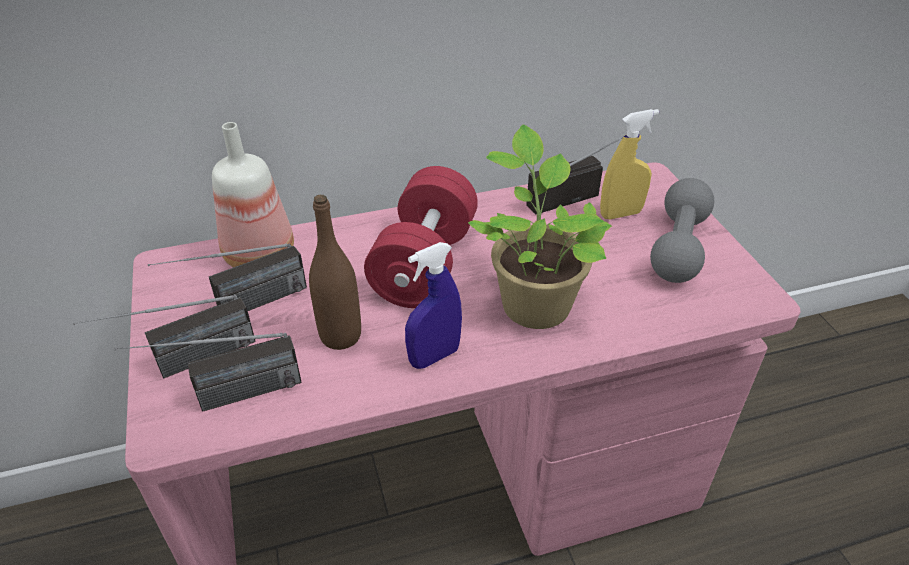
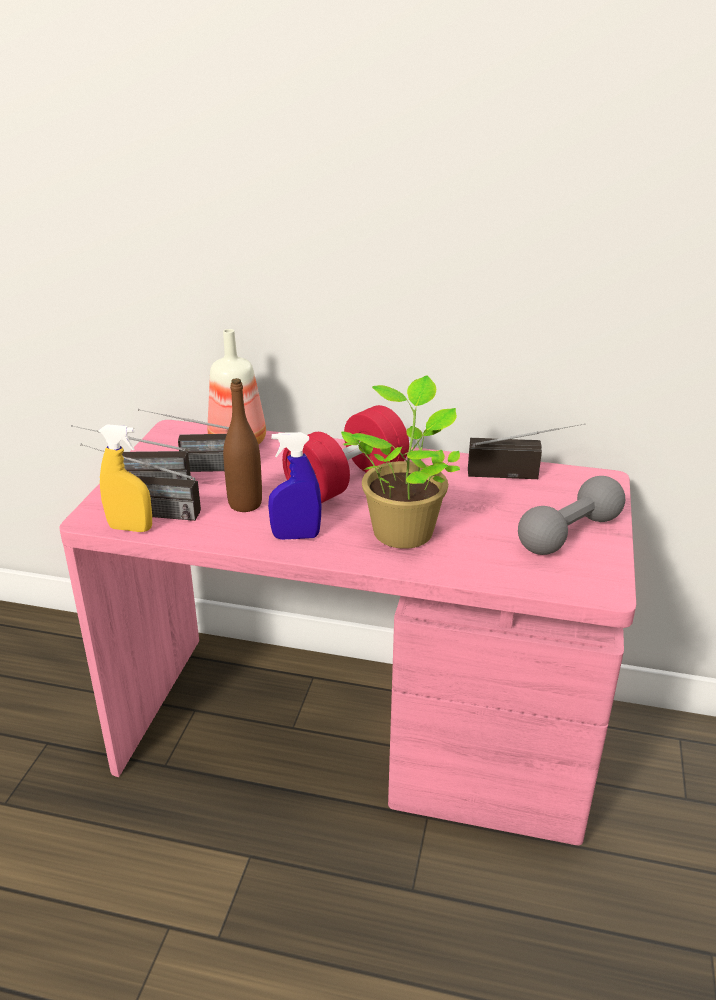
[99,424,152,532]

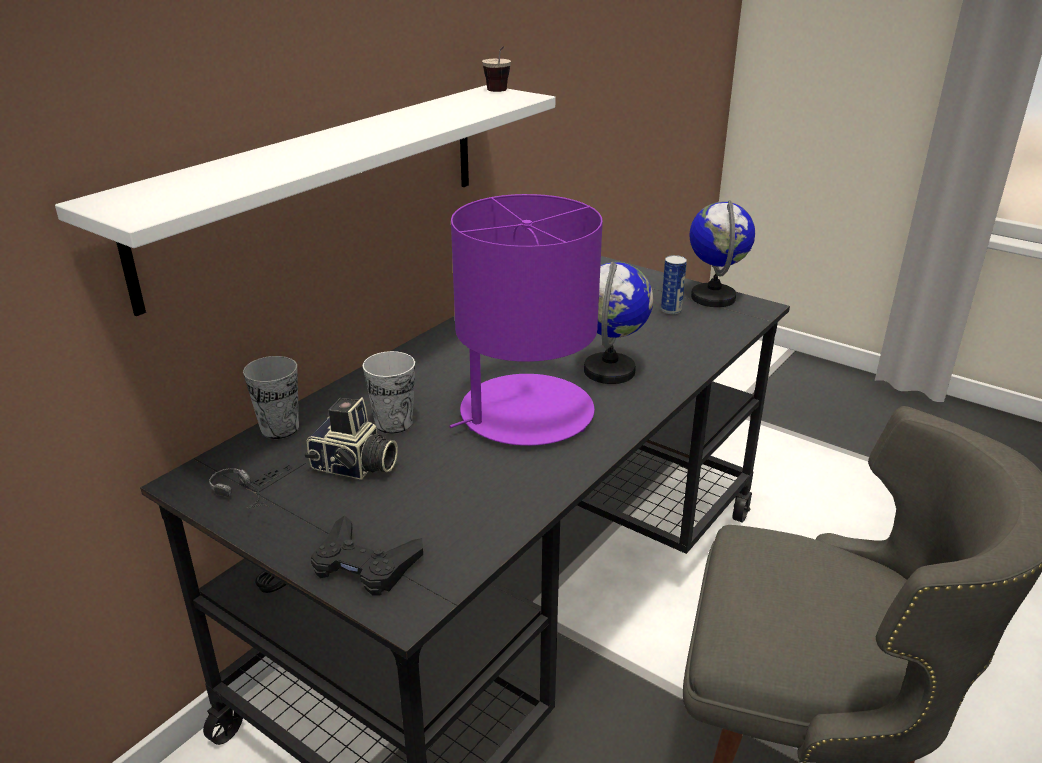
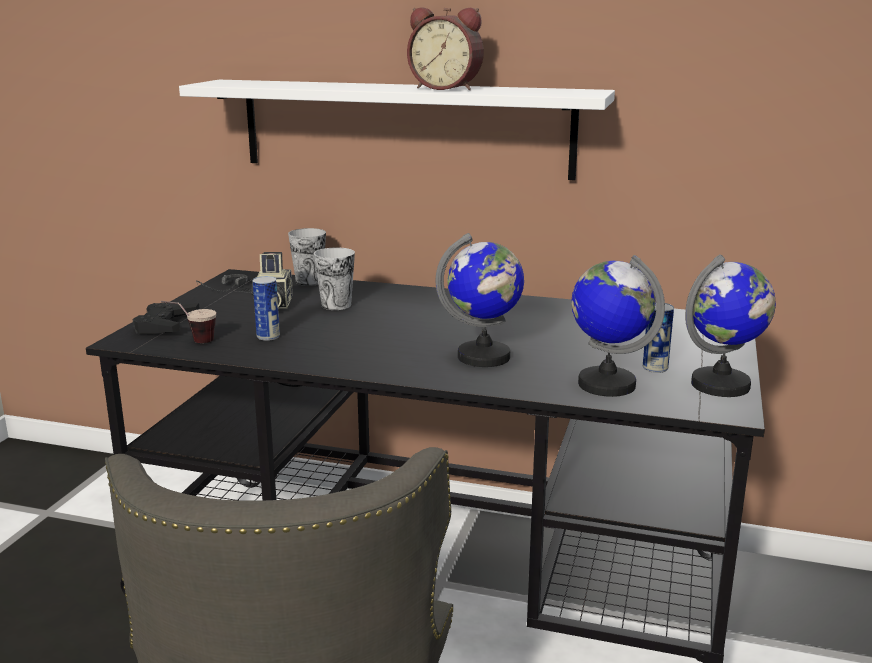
[161,301,216,343]
[253,276,280,341]
[407,7,484,90]
[571,255,665,397]
[450,194,603,446] (first image)

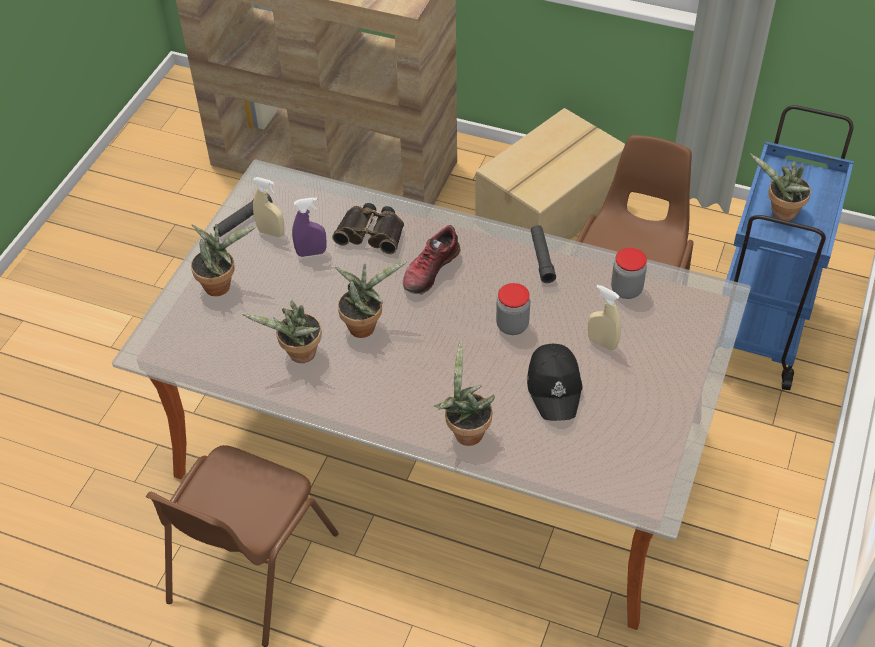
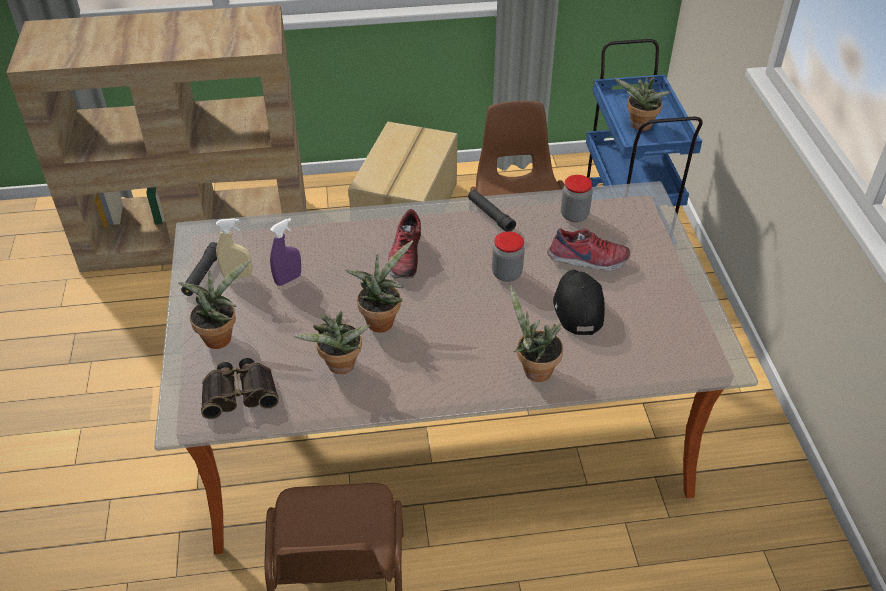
[201,358,279,419]
[547,228,630,271]
[553,269,605,335]

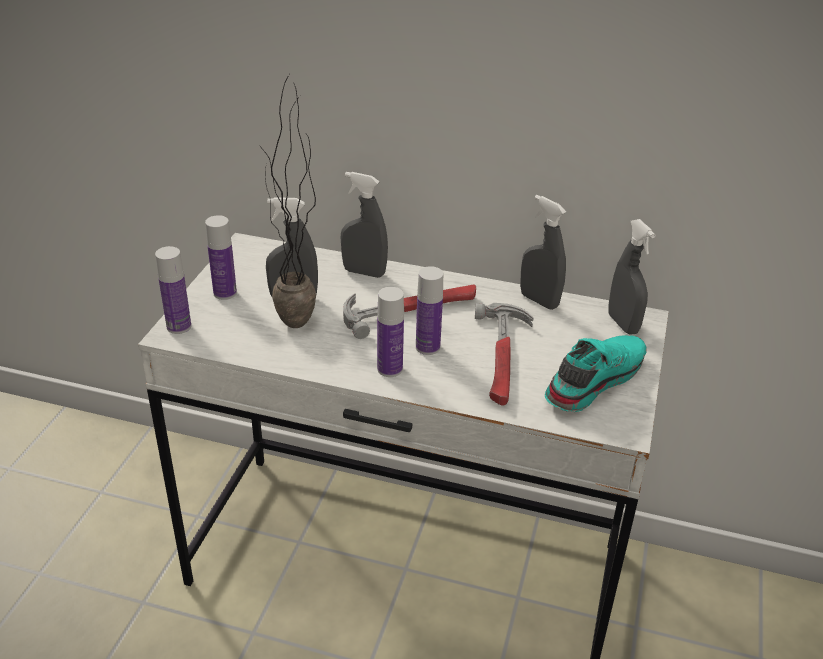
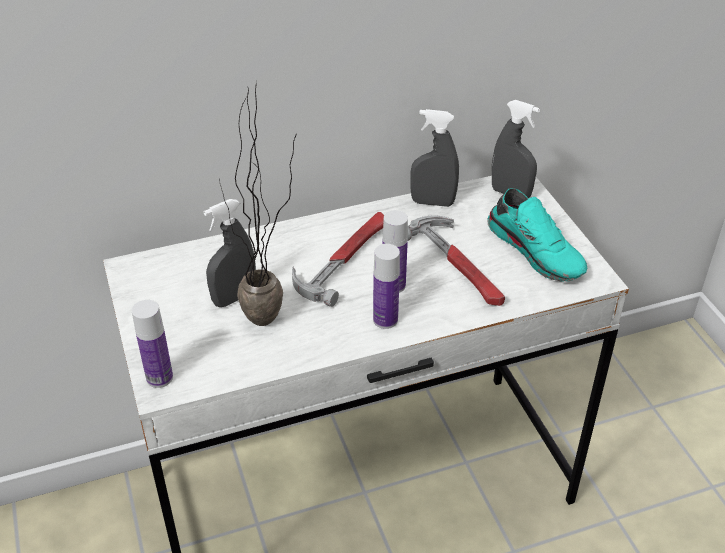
[487,188,587,282]
[205,215,237,300] (first image)
[341,172,388,278] (first image)

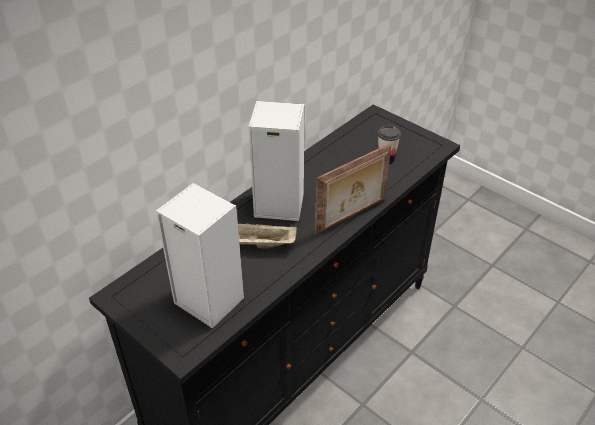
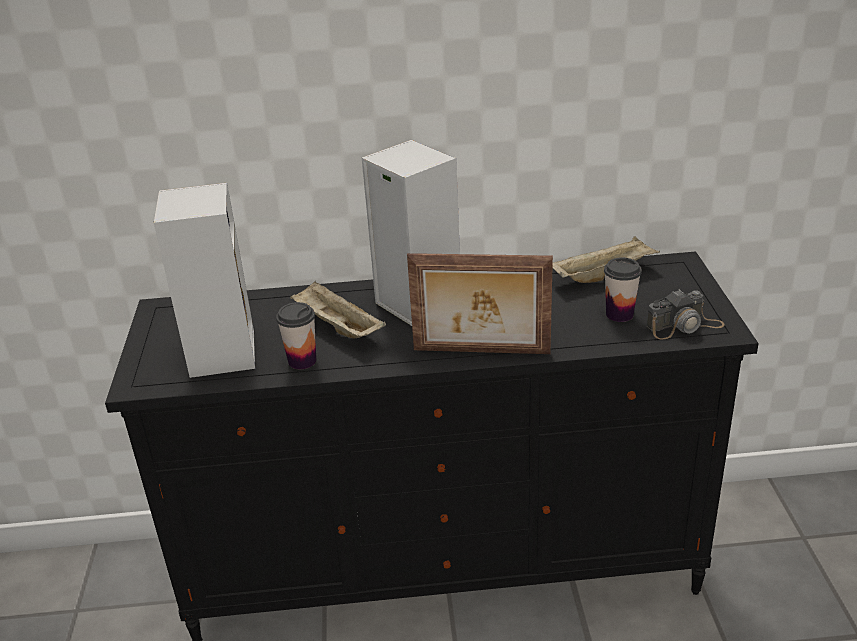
[276,302,316,369]
[552,236,660,283]
[646,289,725,339]

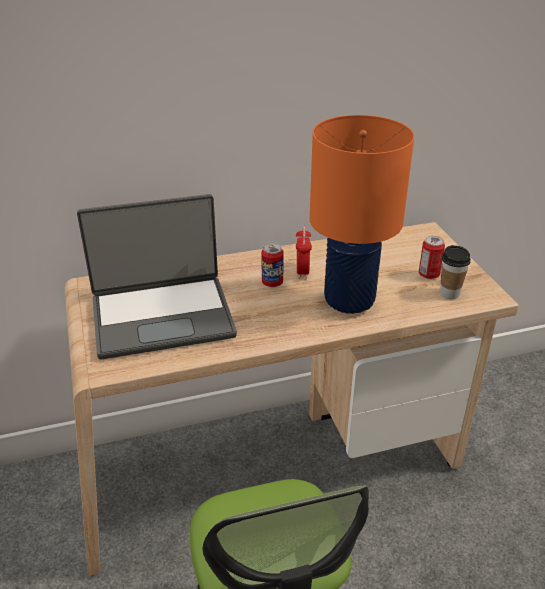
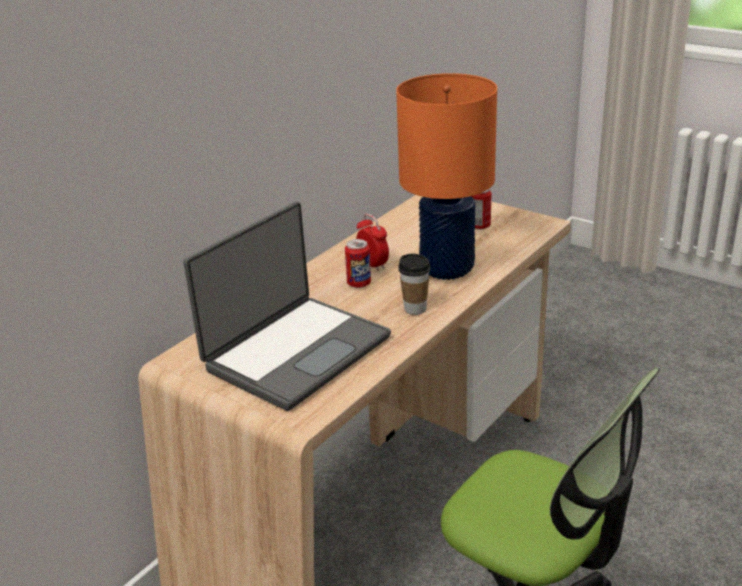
[398,253,431,315]

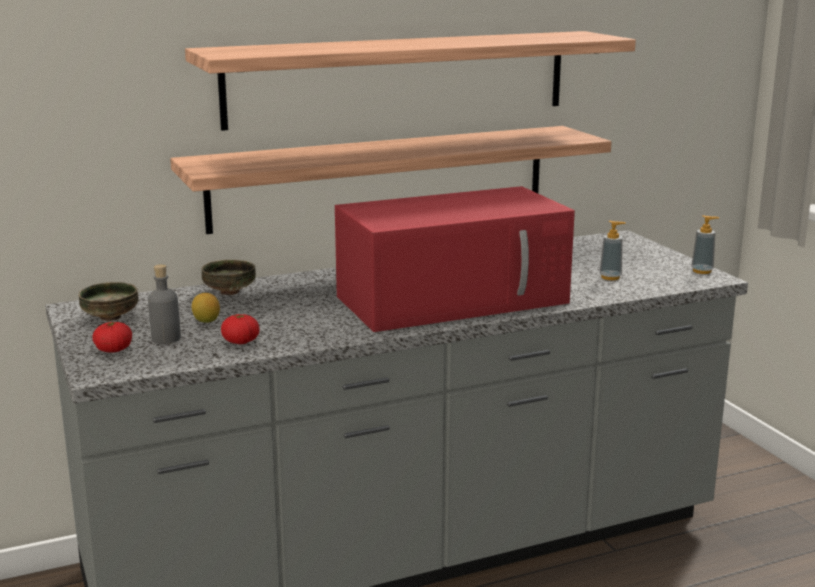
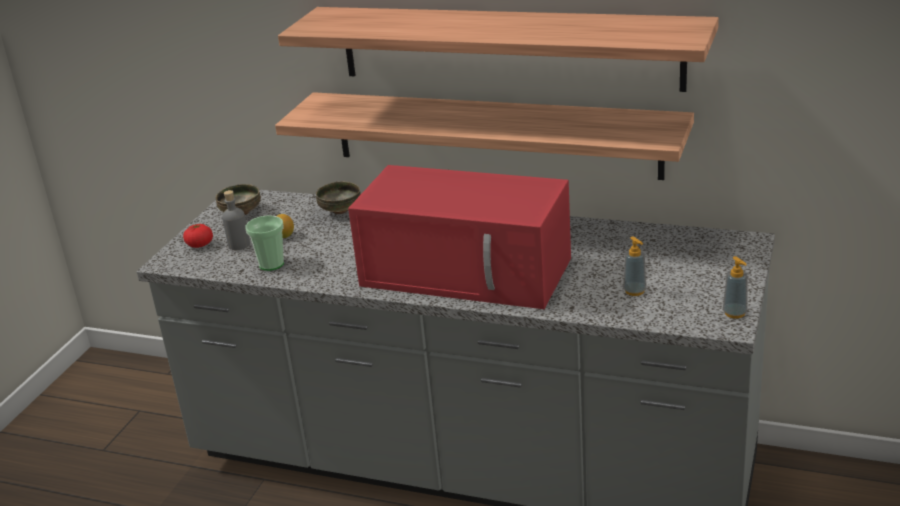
[245,215,284,271]

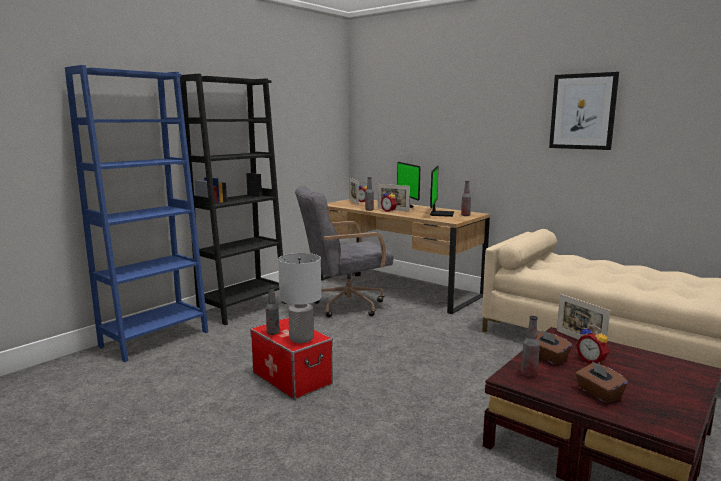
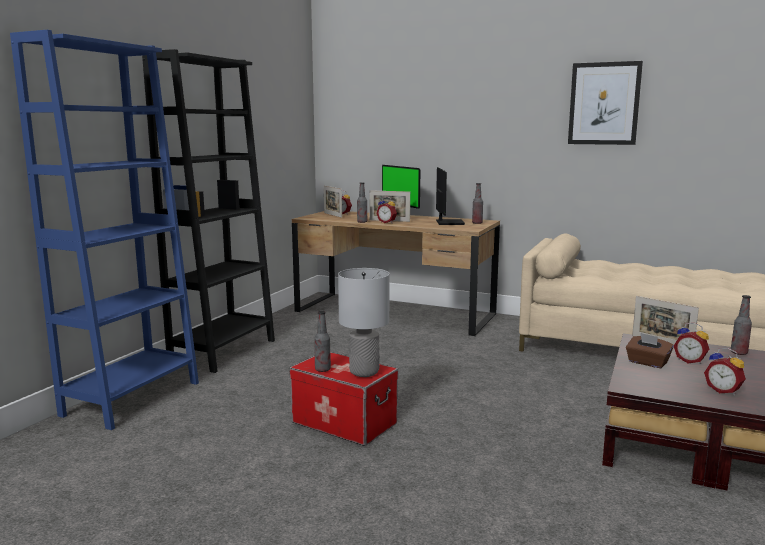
[704,348,746,395]
[731,295,752,355]
[295,186,393,317] (first image)

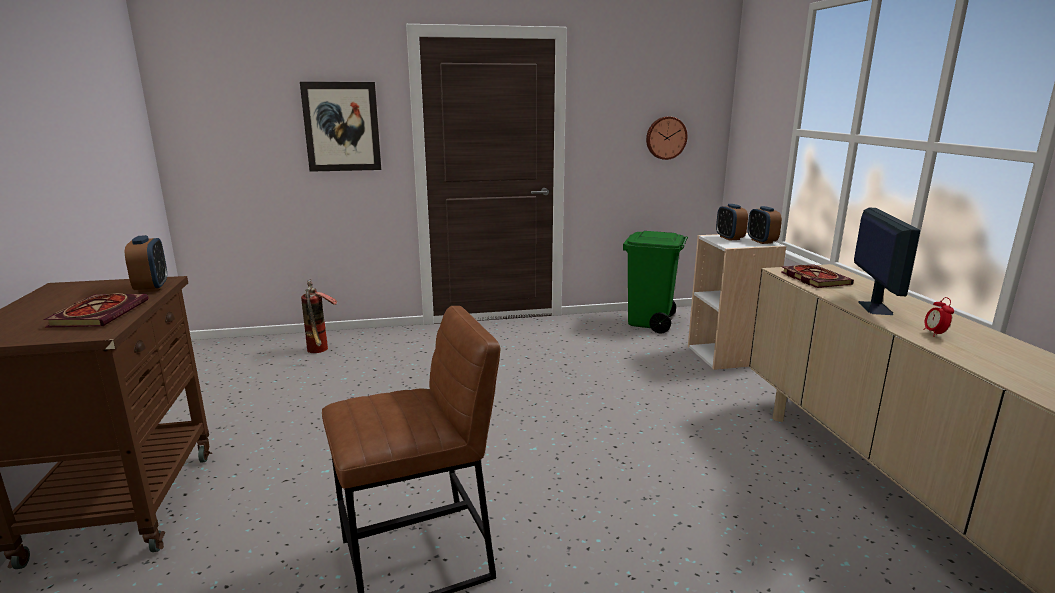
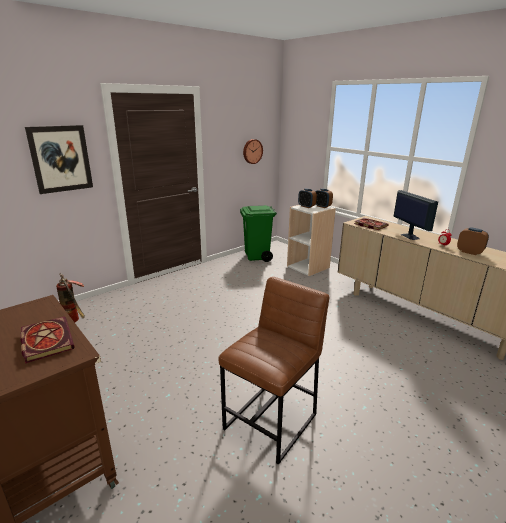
[457,227,489,255]

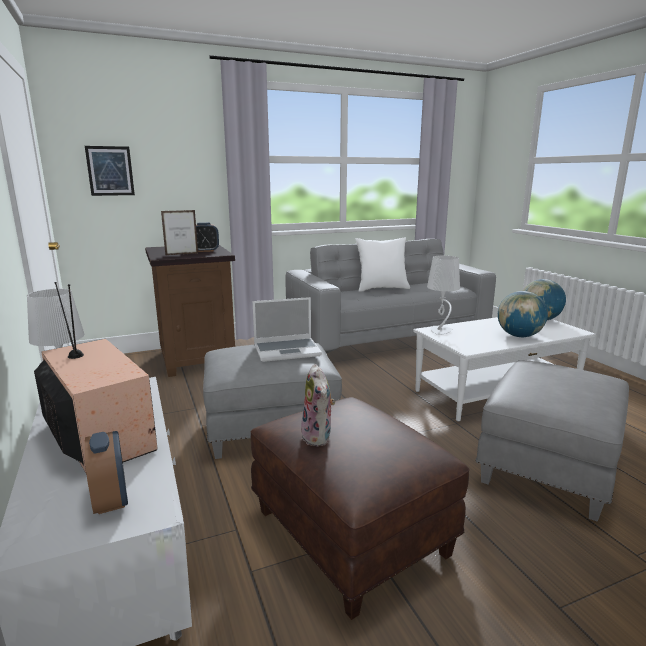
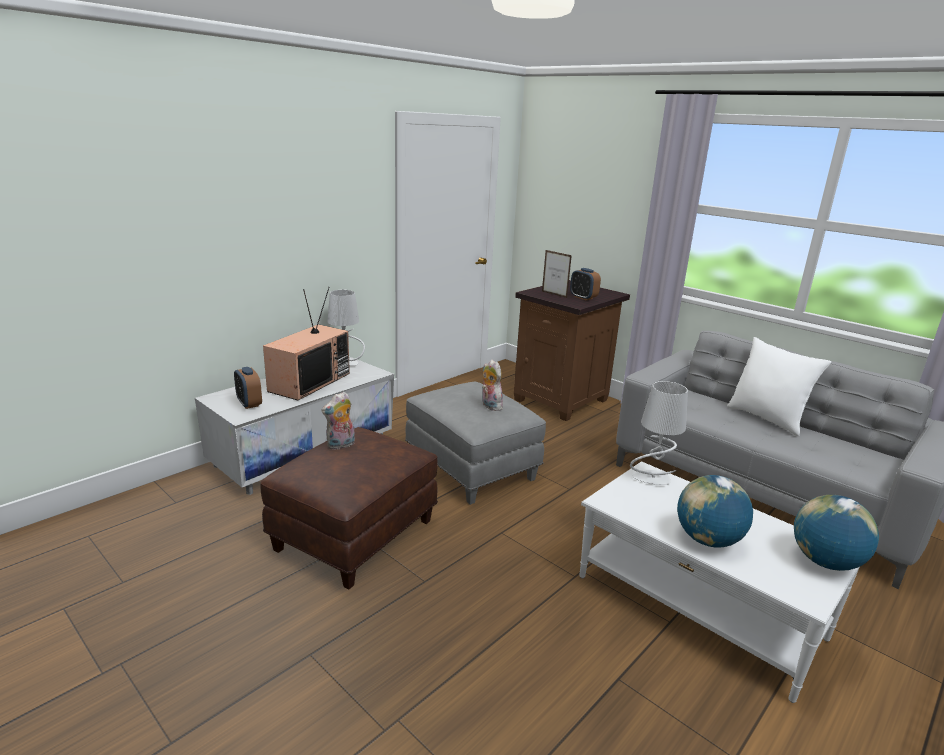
[234,367,262,409]
[482,360,503,411]
[85,146,135,196] (first image)
[475,360,629,522] (first image)

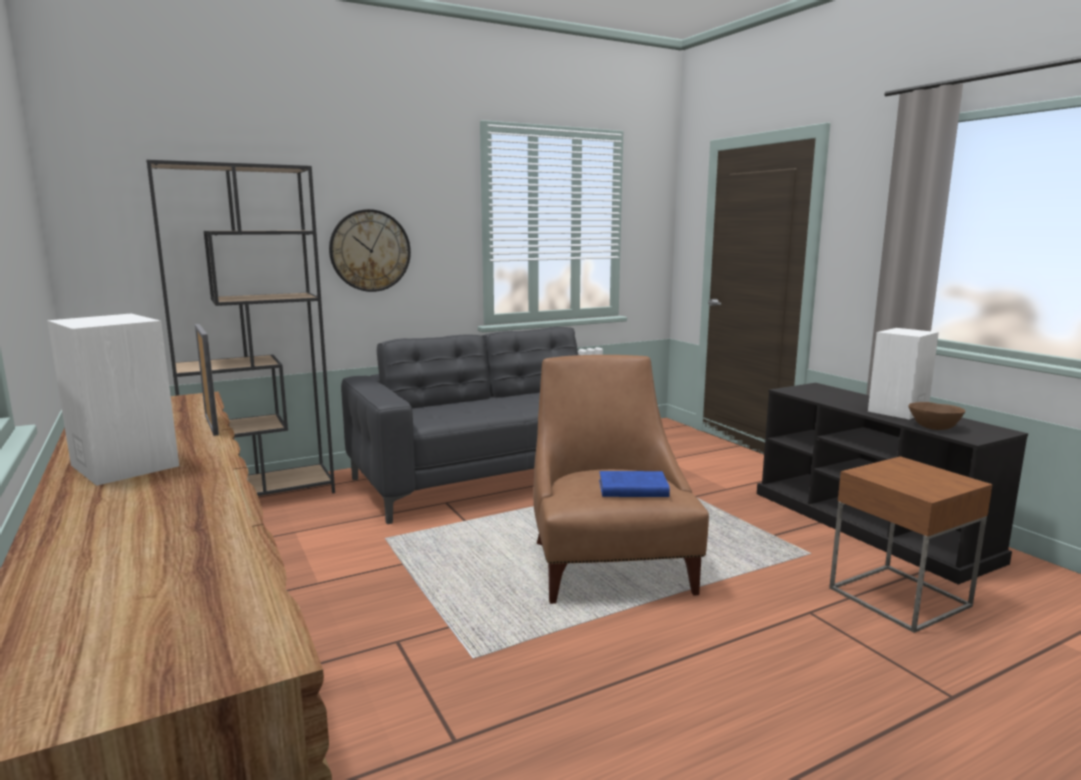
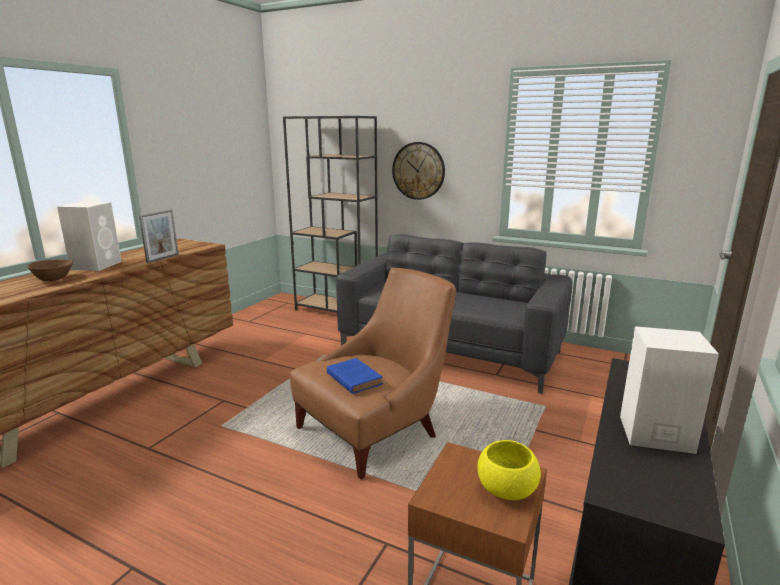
[28,260,73,281]
[478,440,541,500]

